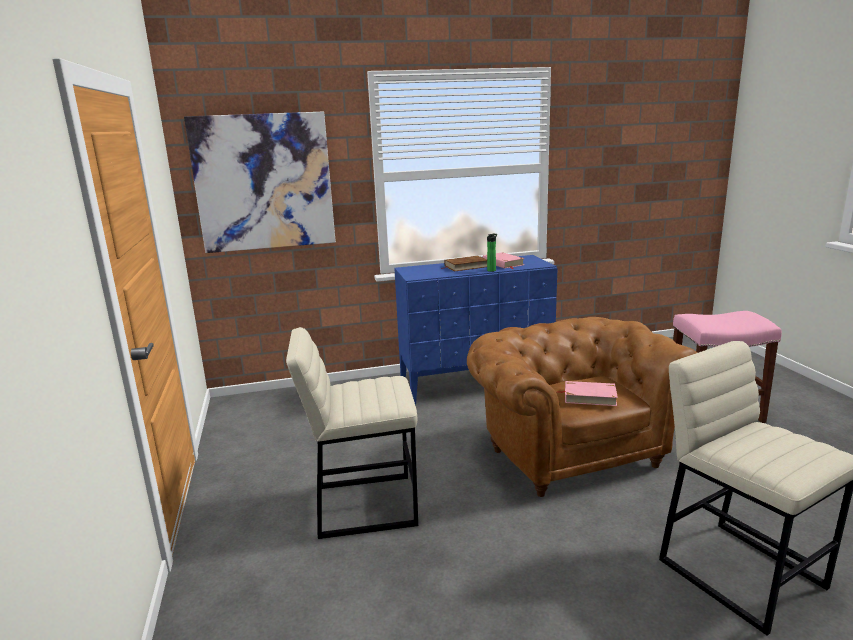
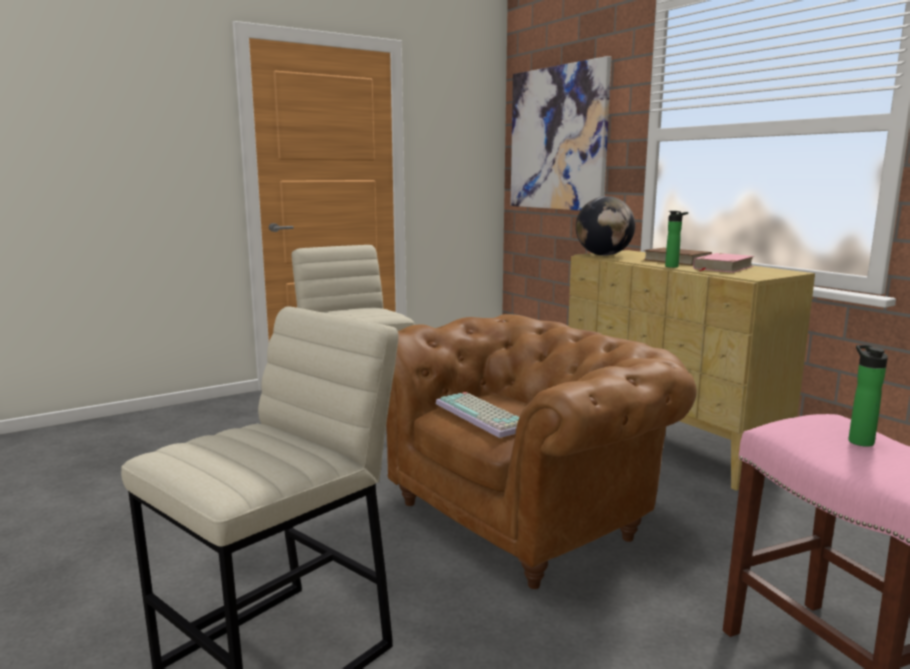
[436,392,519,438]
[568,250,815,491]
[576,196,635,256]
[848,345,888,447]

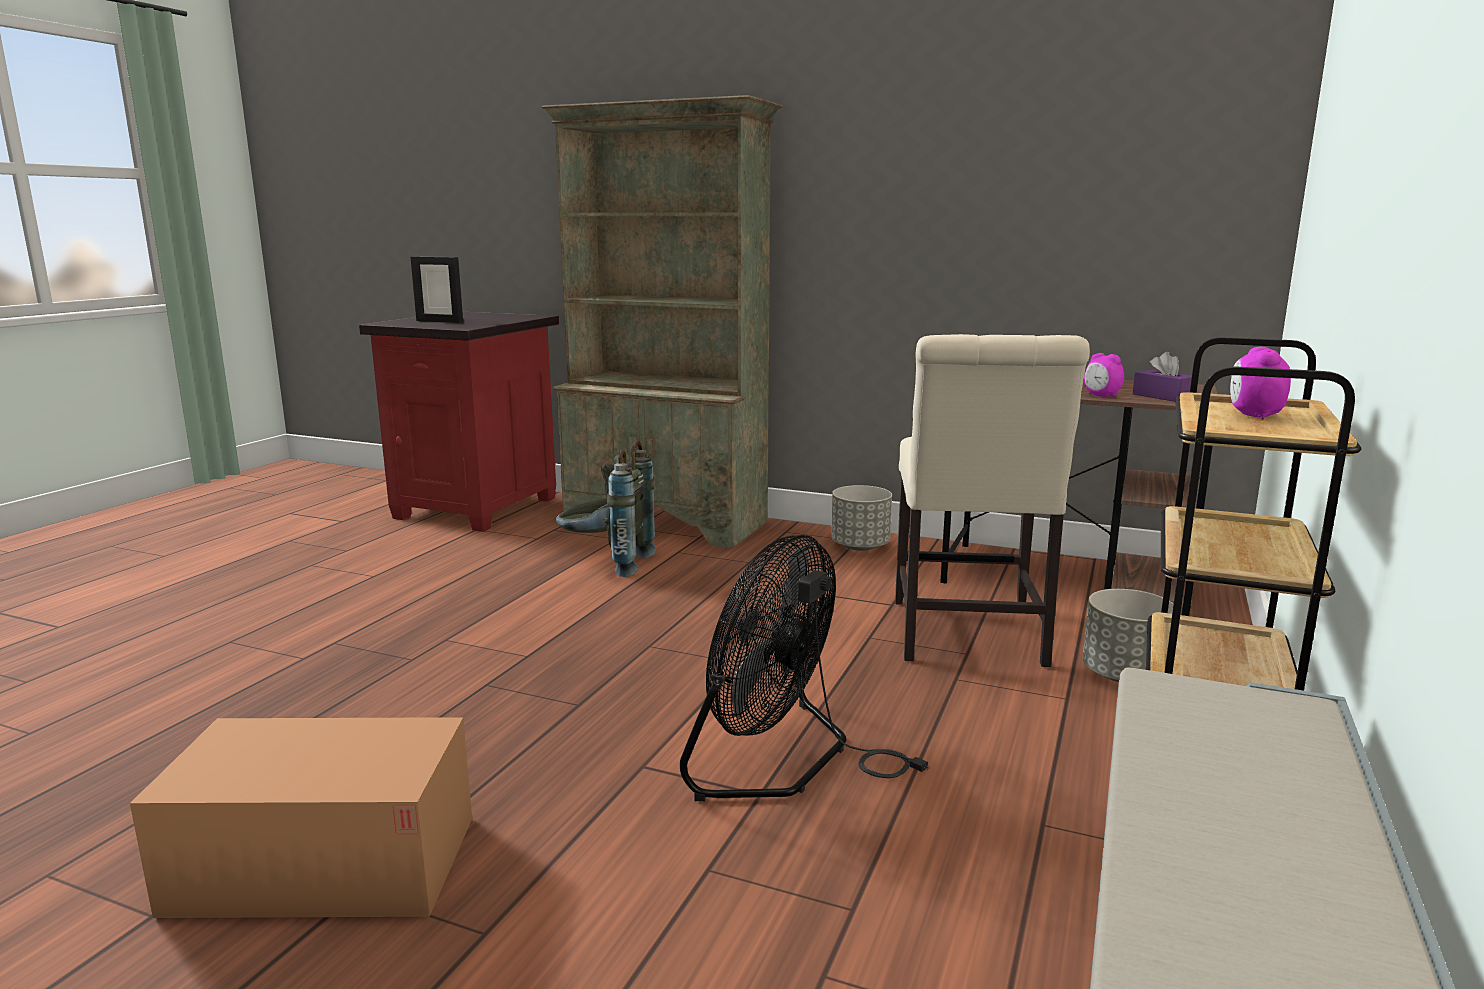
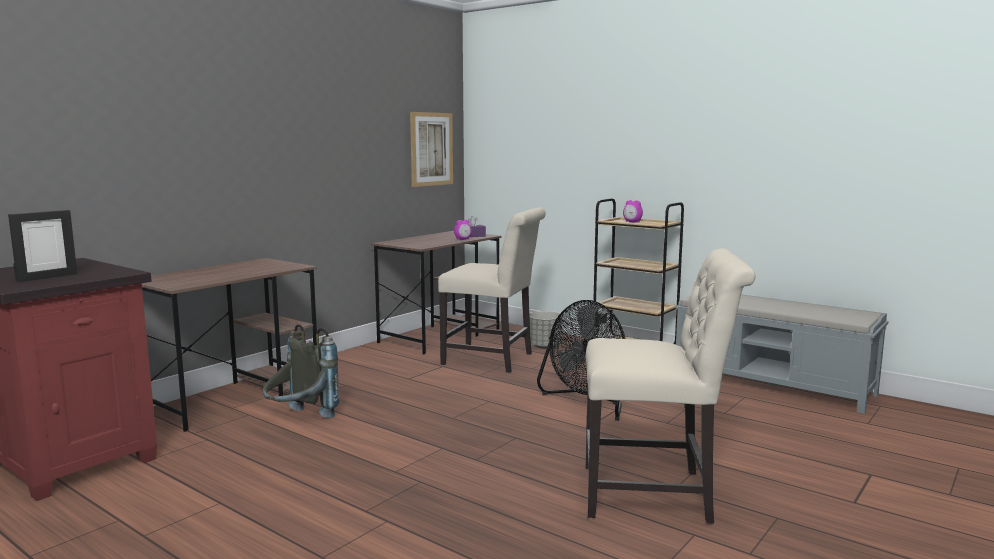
[142,258,317,432]
[410,112,453,187]
[586,248,756,524]
[831,485,892,551] (first image)

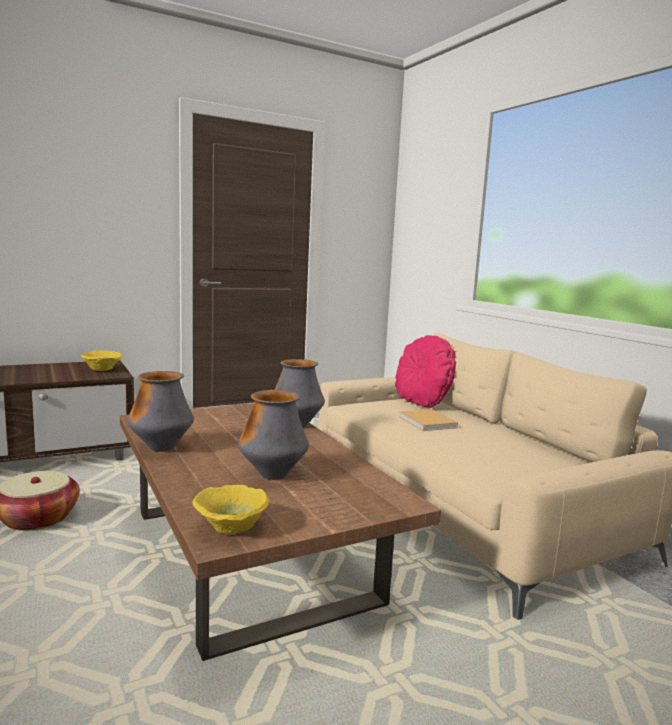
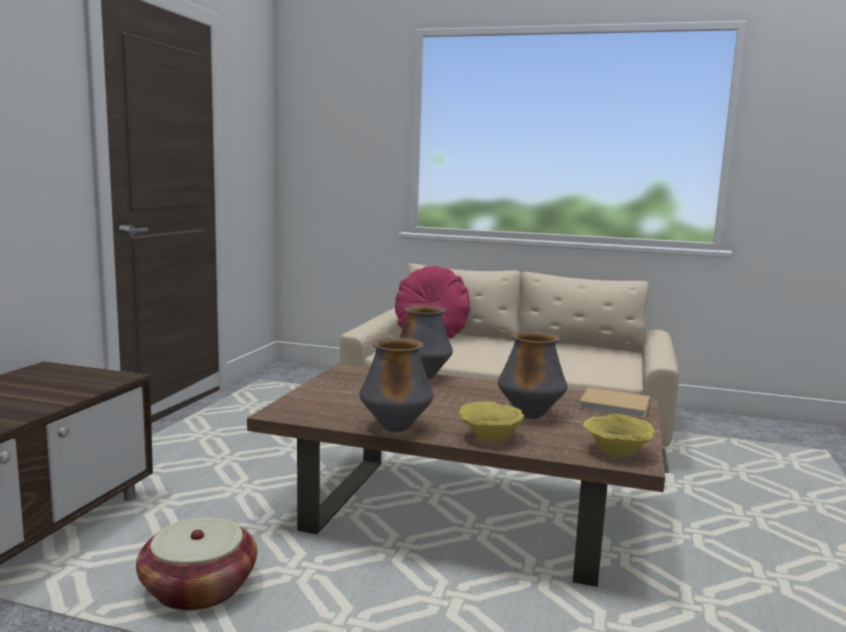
[459,401,525,442]
[579,387,650,418]

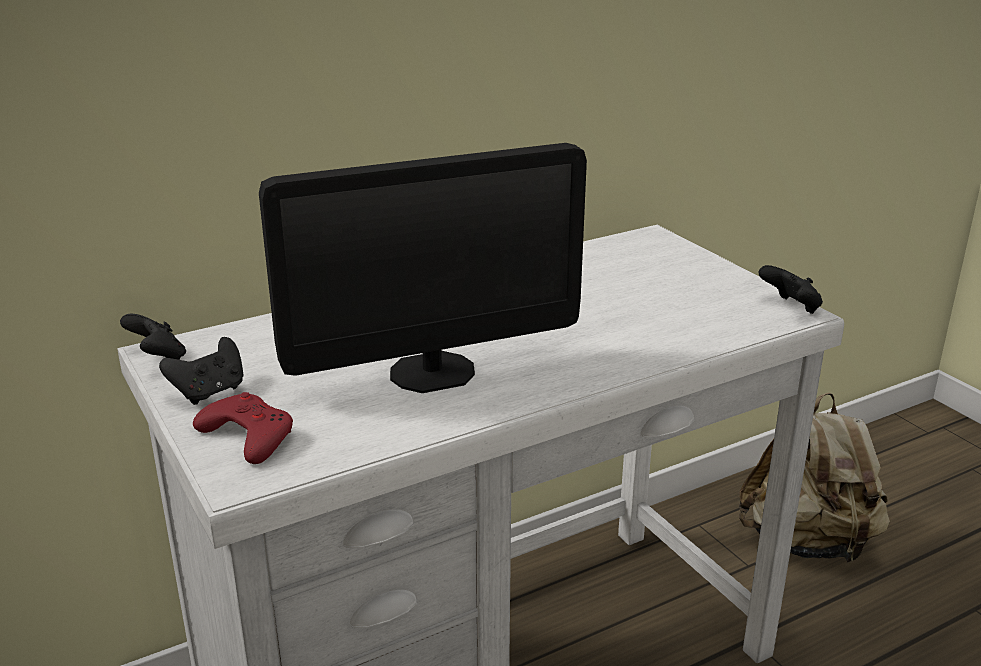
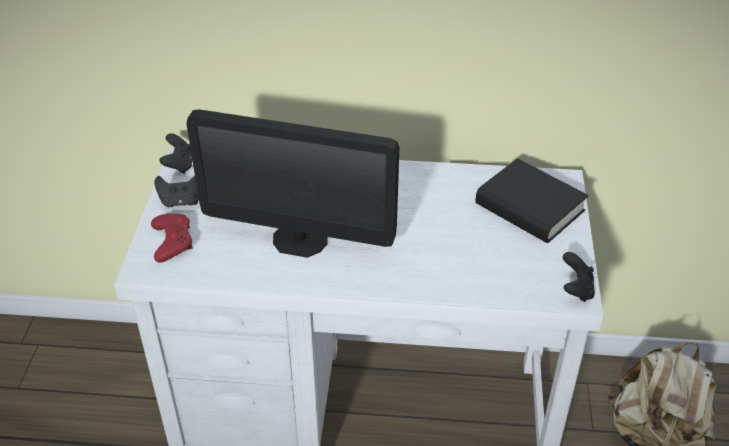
[476,158,588,243]

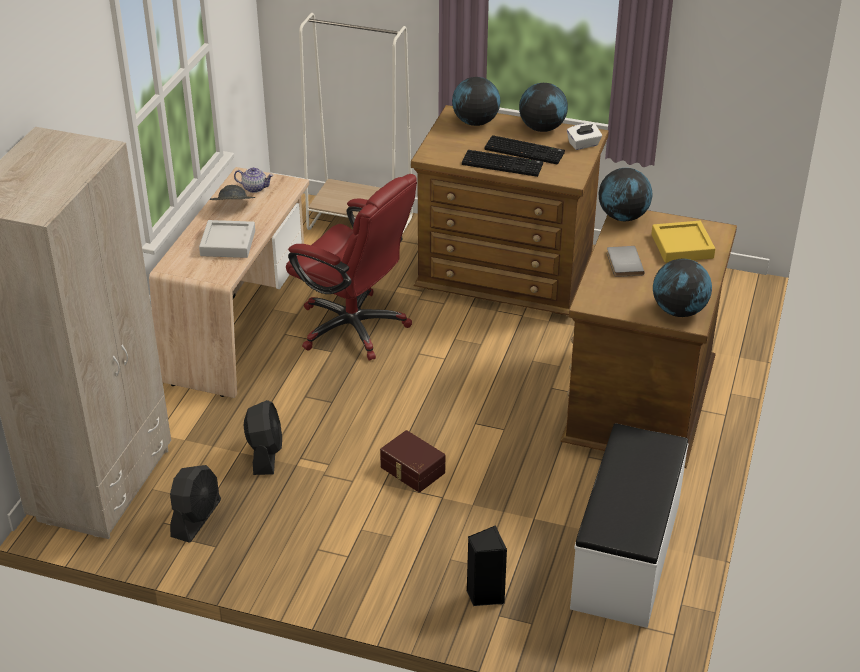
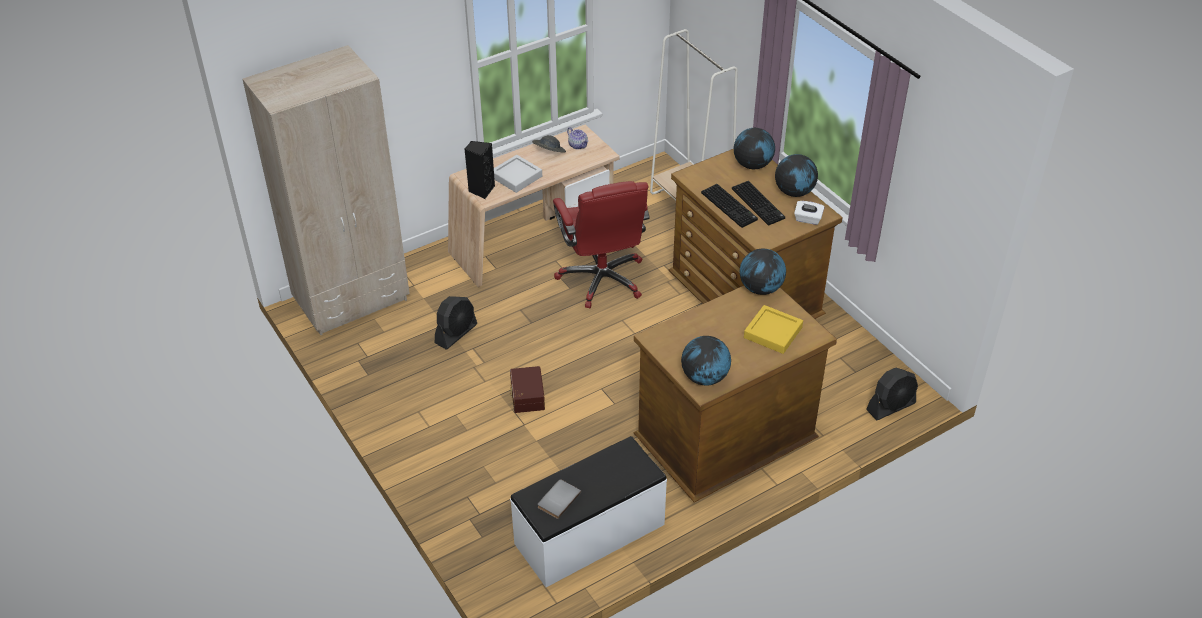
[465,141,495,199]
[538,479,581,519]
[866,368,918,420]

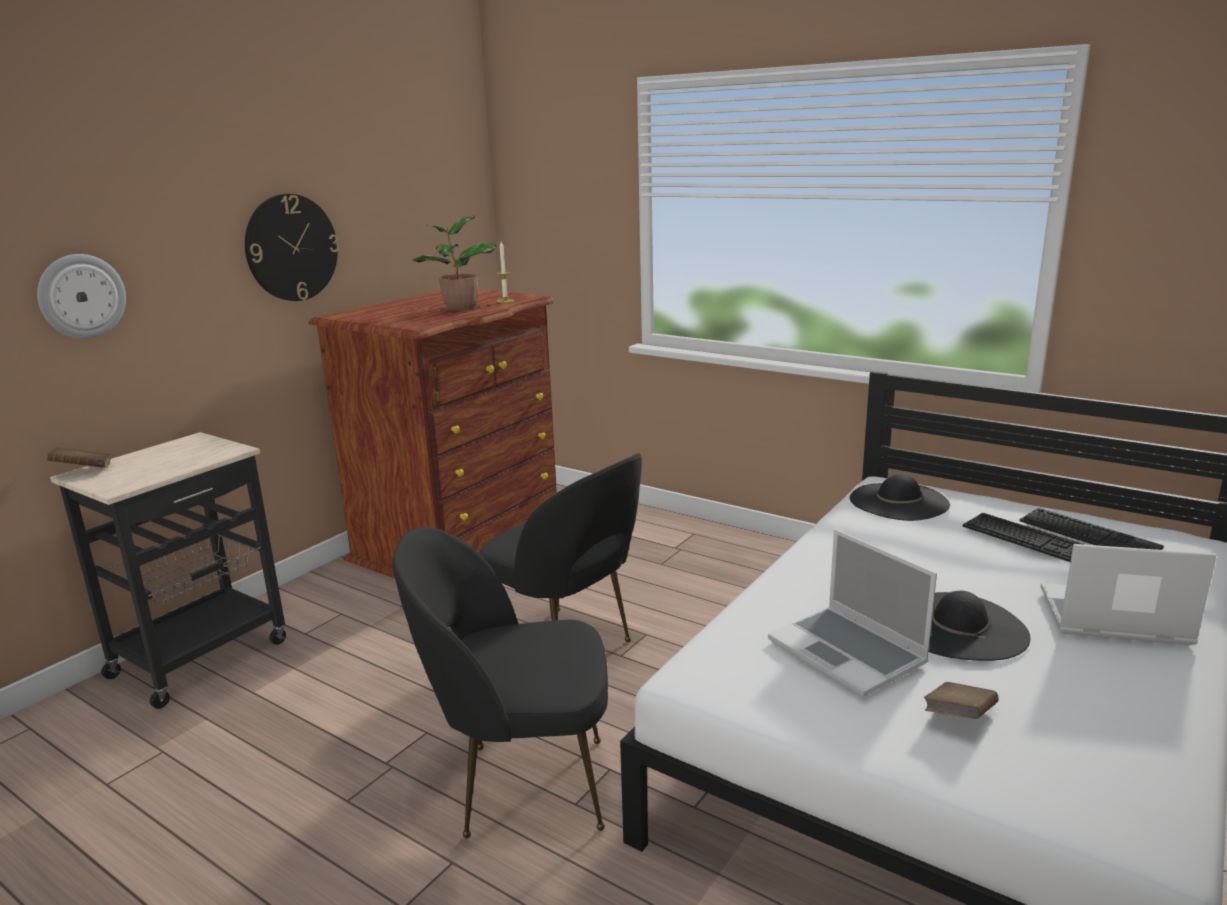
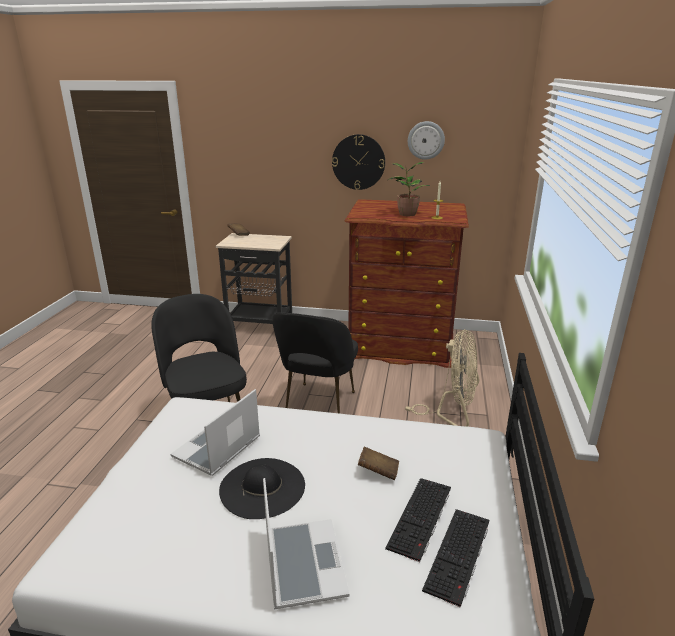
[358,447,399,480]
[405,329,479,427]
[408,121,445,160]
[850,474,950,521] (first image)

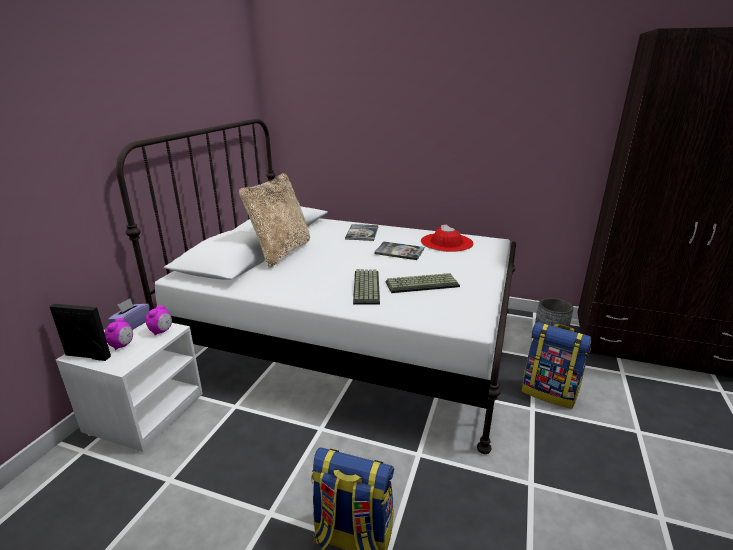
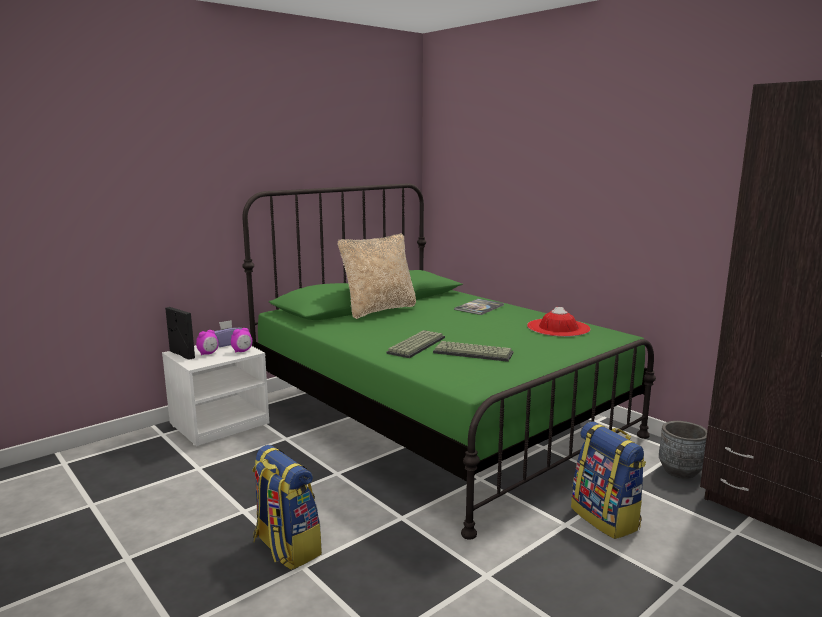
[242,183,656,540]
[374,241,424,260] (first image)

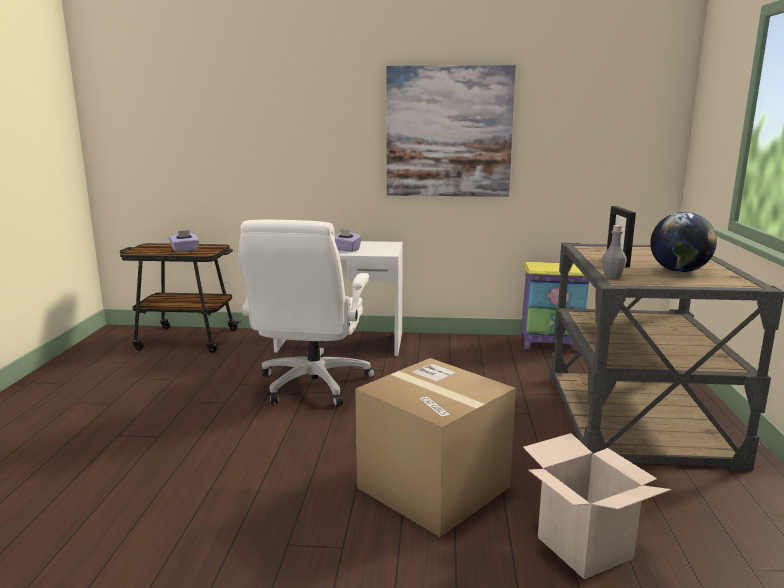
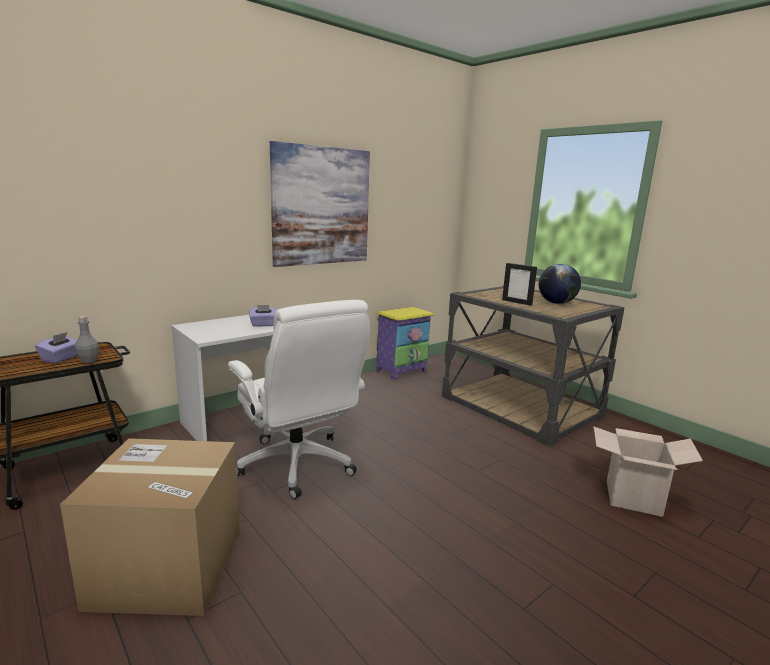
[60,438,240,616]
[74,316,99,363]

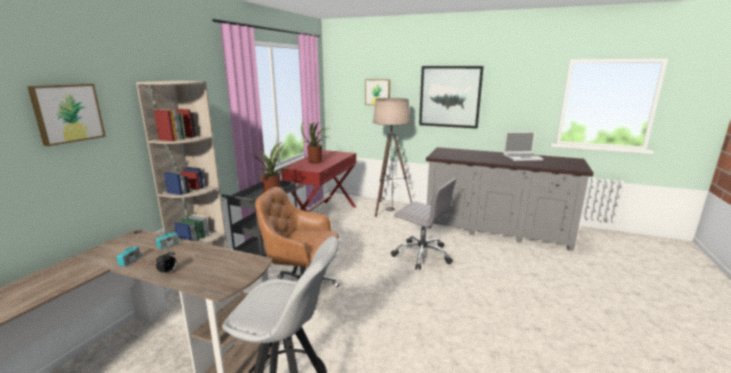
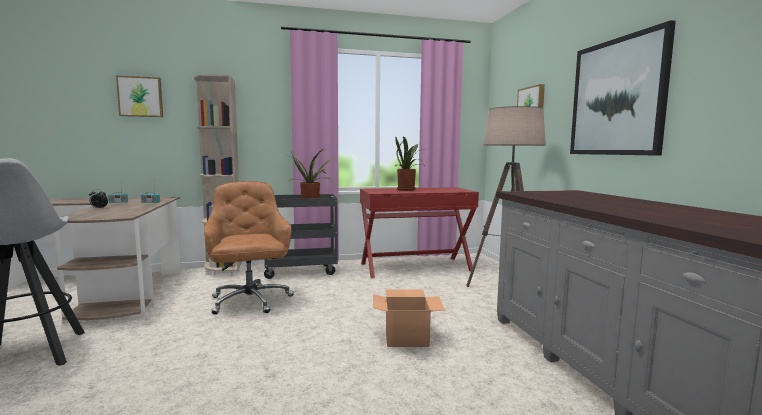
[373,289,445,347]
[503,132,544,161] (first image)

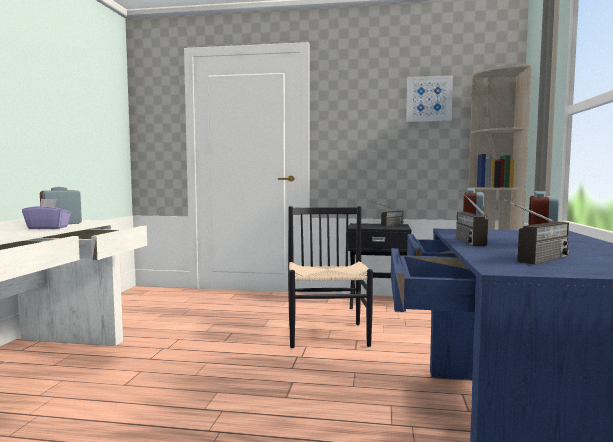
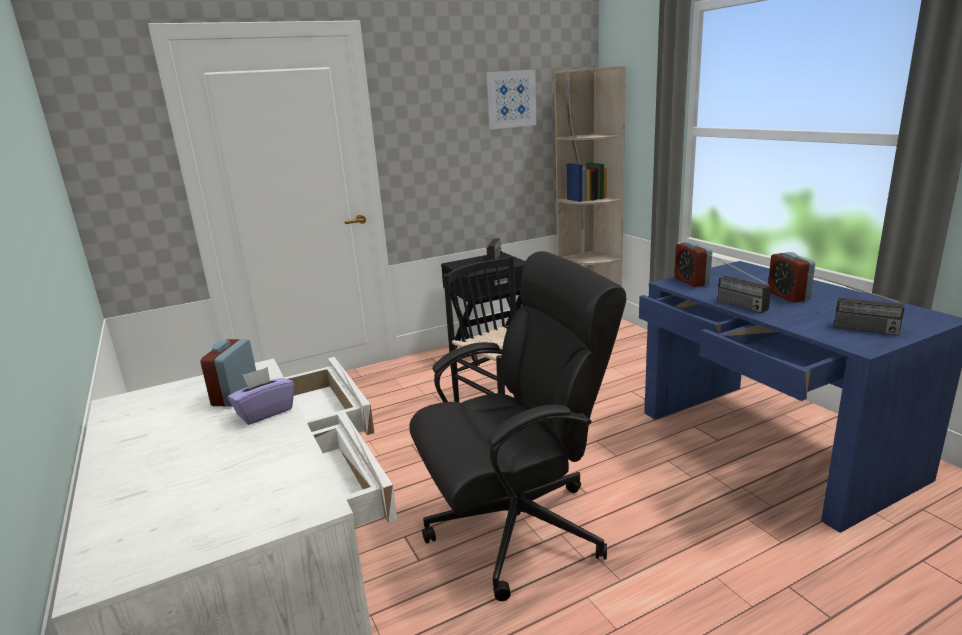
[409,251,626,601]
[809,274,904,336]

